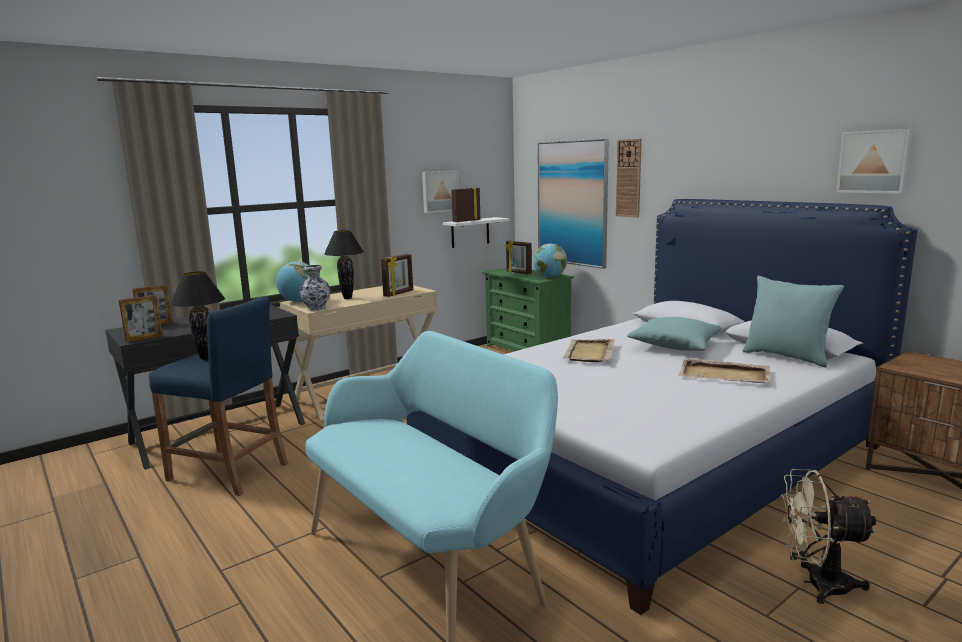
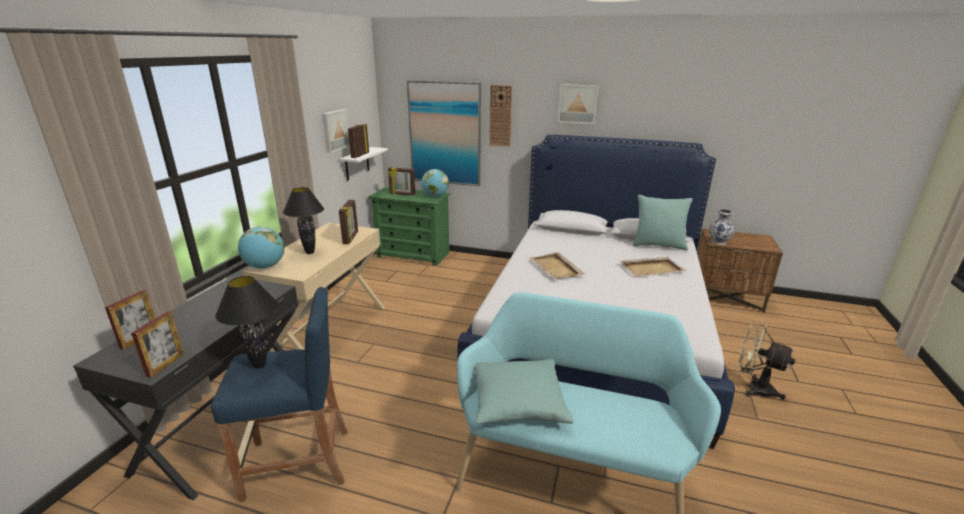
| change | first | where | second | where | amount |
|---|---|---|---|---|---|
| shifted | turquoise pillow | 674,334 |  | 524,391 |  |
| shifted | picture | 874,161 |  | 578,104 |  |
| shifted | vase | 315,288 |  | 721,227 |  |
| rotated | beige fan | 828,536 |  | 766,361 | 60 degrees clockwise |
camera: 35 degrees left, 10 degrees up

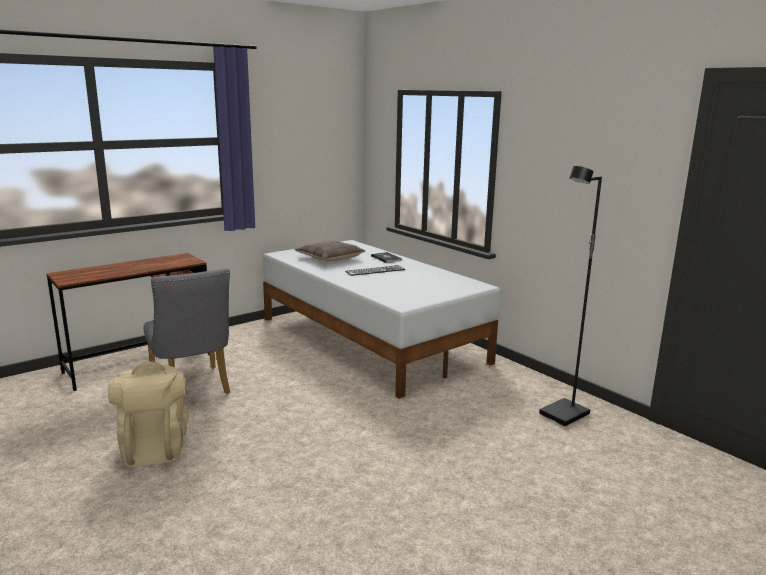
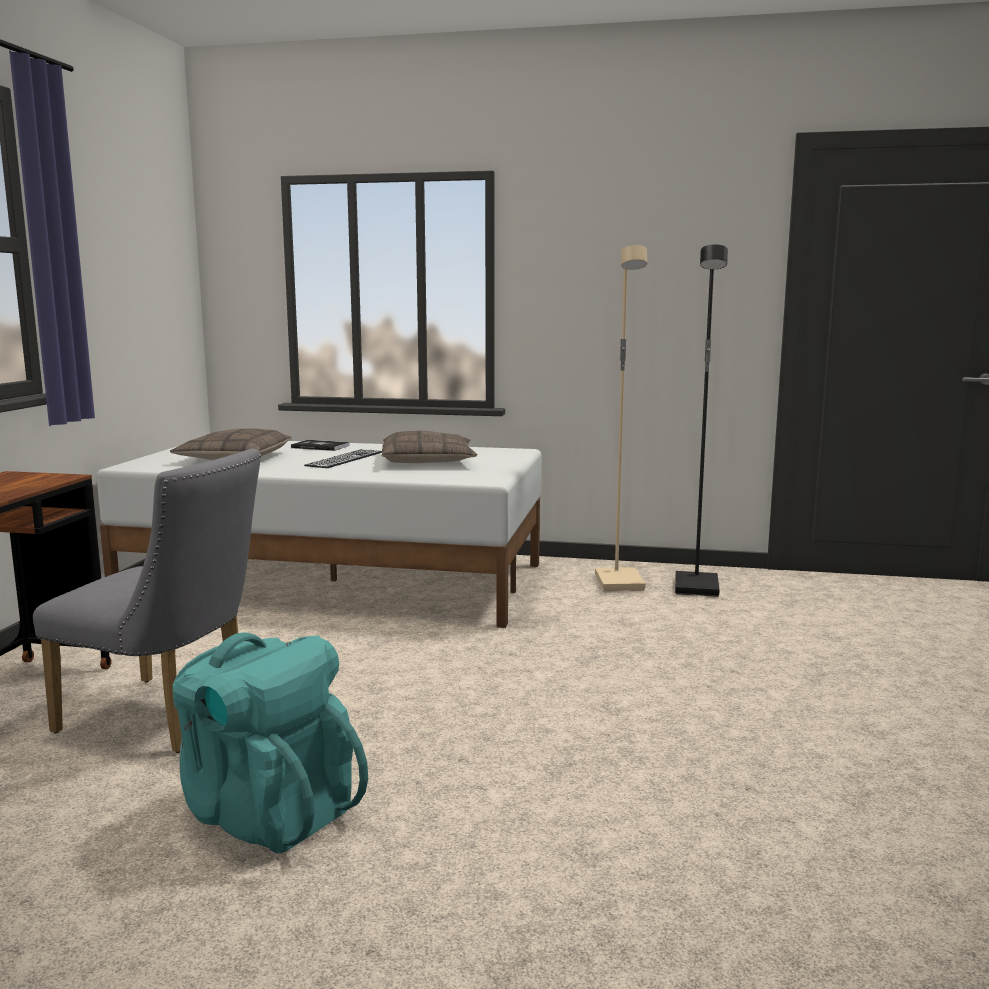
| change | first | where | second | where | amount |
|---|---|---|---|---|---|
| repainted | beige backpack | 148,414 | turquoise backpack | 270,742 |  |
| new |  |  | pillow | 429,447 |  |
| new |  |  | beige floor lamp | 621,418 |  |
camera: 40 degrees left, 5 degrees down

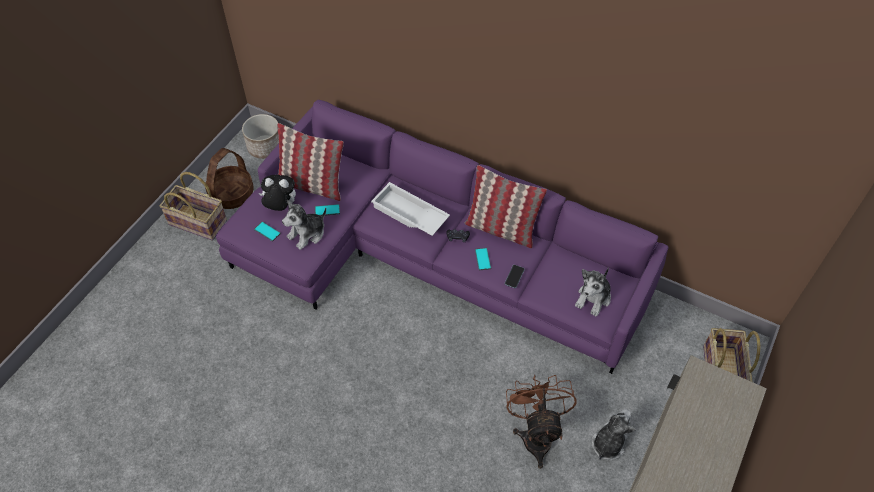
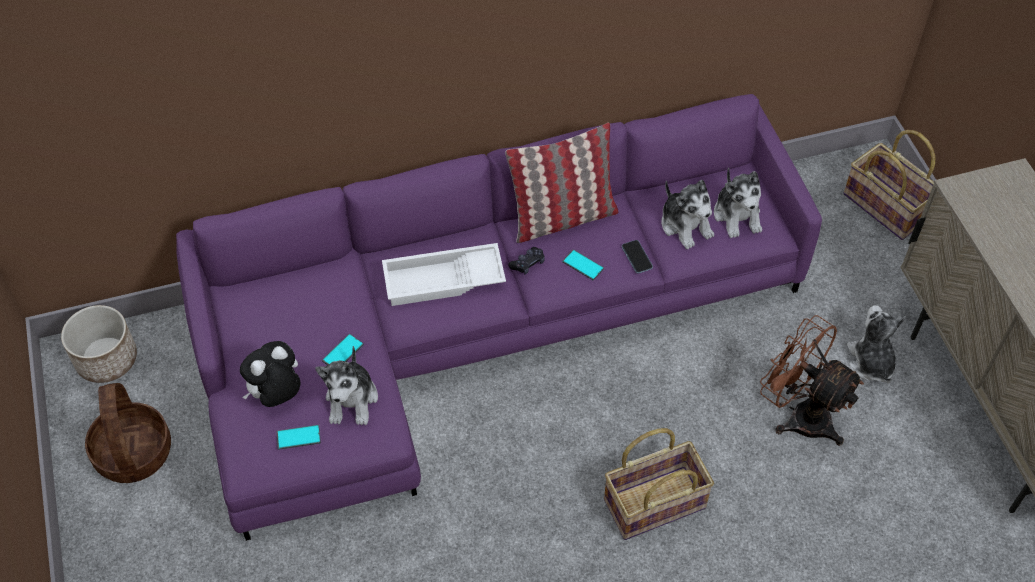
| change | first | where | second | where | amount |
|---|---|---|---|---|---|
| shifted | basket | 193,206 |  | 659,484 |  |
| new |  |  | plush toy | 687,214 |  |
| gone | pillow | 310,162 |  |  |  |
camera: 45 degrees left, 0 degrees up

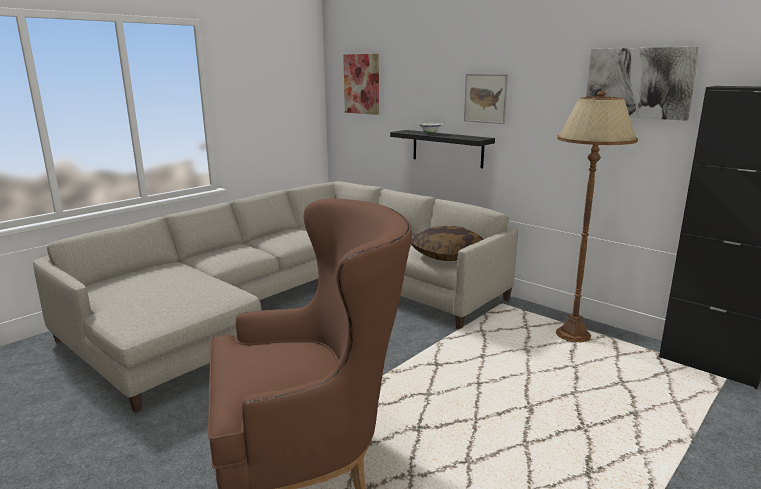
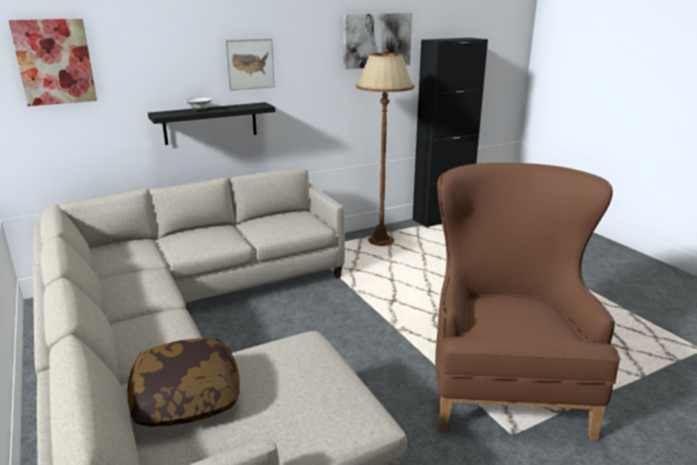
| change | first | where | second | where | amount |
|---|---|---|---|---|---|
| shifted | pillow | 447,243 |  | 183,382 |  |
camera: 70 degrees left, 5 degrees up

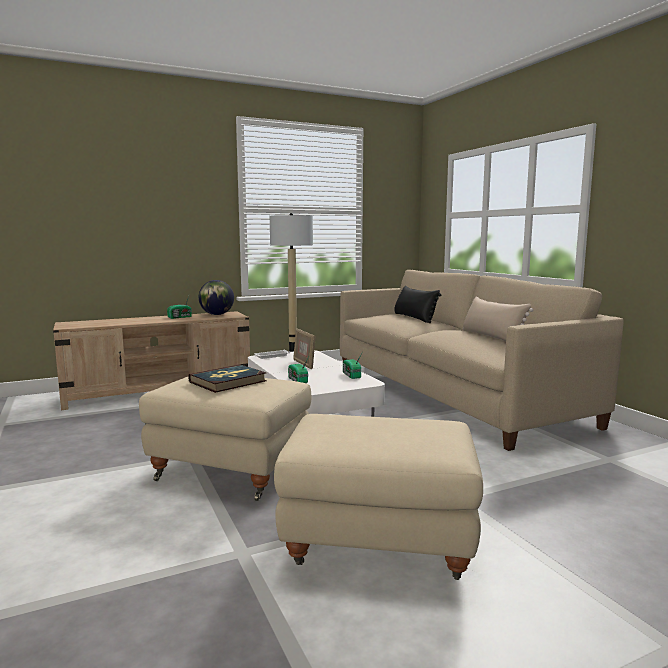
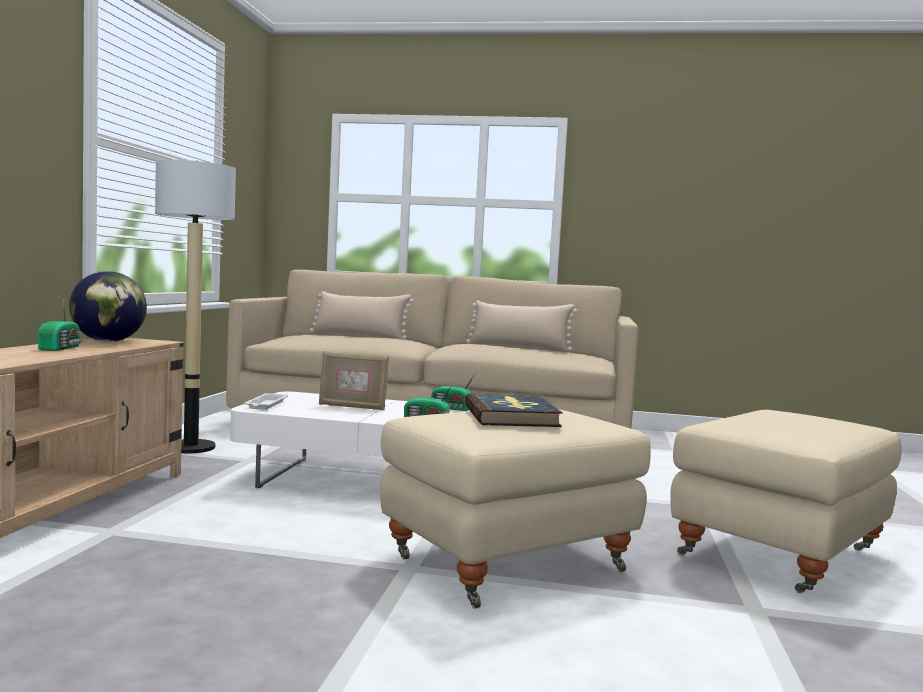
| change | first | where | second | where | amount |
|---|---|---|---|---|---|
| repainted | black pillow | 417,304 | beige pillow | 362,315 |  |
camera: 55 degrees left, 5 degrees down

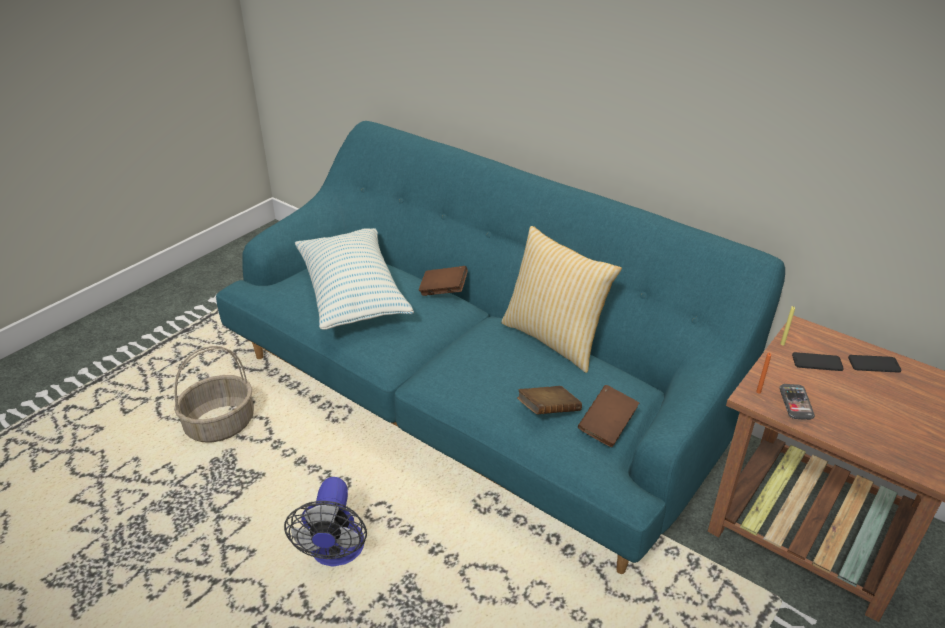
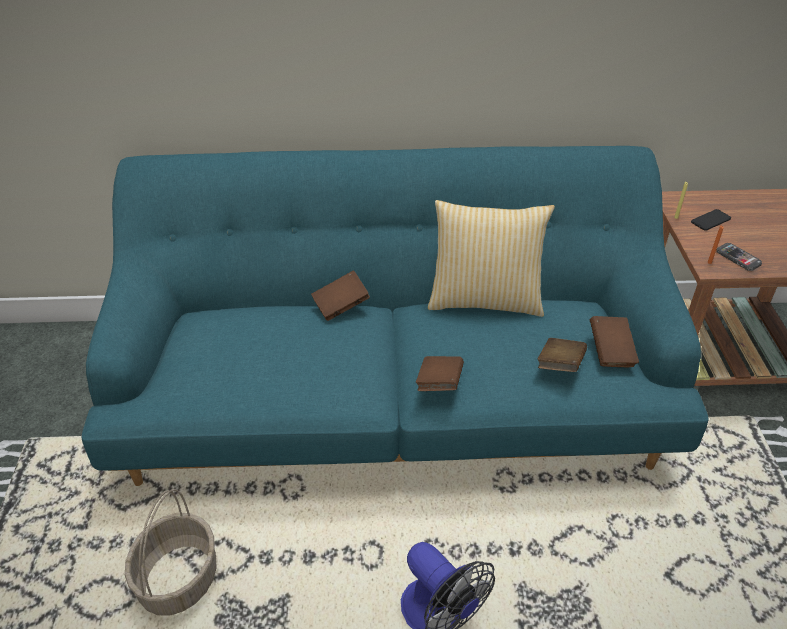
| change | first | where | second | where | amount |
|---|---|---|---|---|---|
| new |  |  | brown book | 440,373 |  |
| gone | pillow | 354,279 |  |  |  |
| gone | phone | 875,364 |  |  |  |
camera: 40 degrees left, 5 degrees up

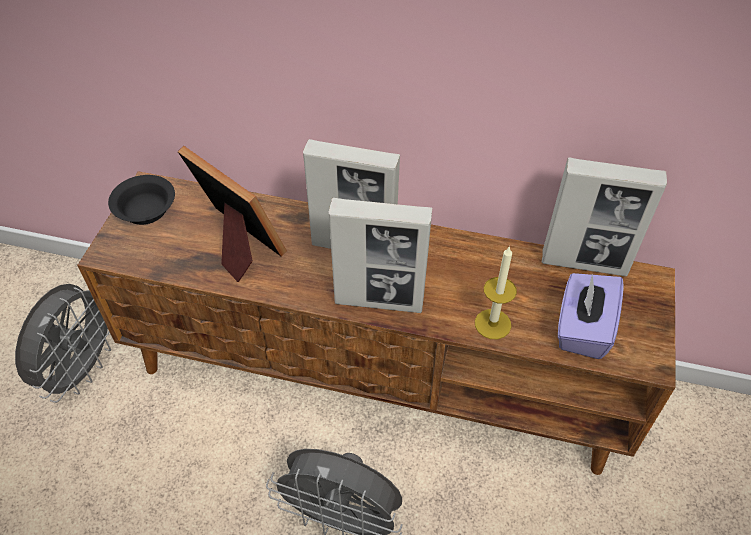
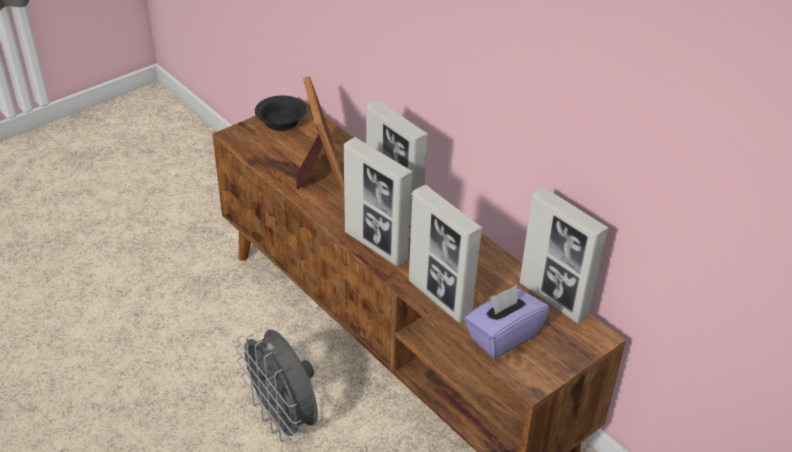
| change | first | where | second | where | amount |
|---|---|---|---|---|---|
| swapped | candle | 496,292 | picture frame | 446,254 |  |
| gone | grey fan | 63,343 |  |  |  |
camera: 35 degrees right, 10 degrees down

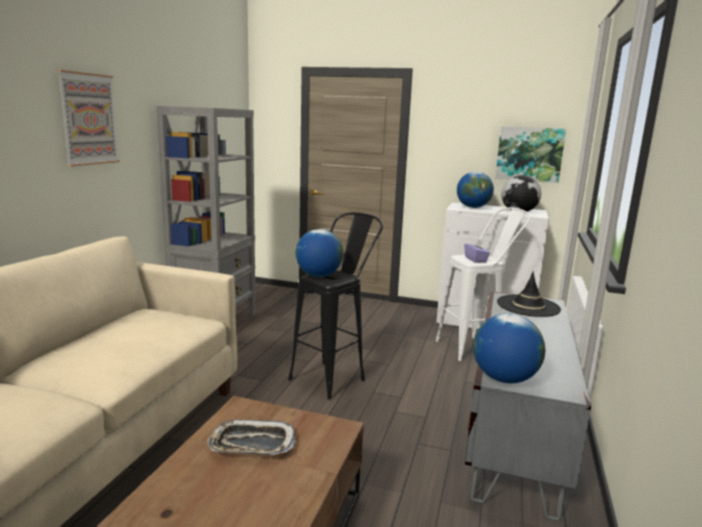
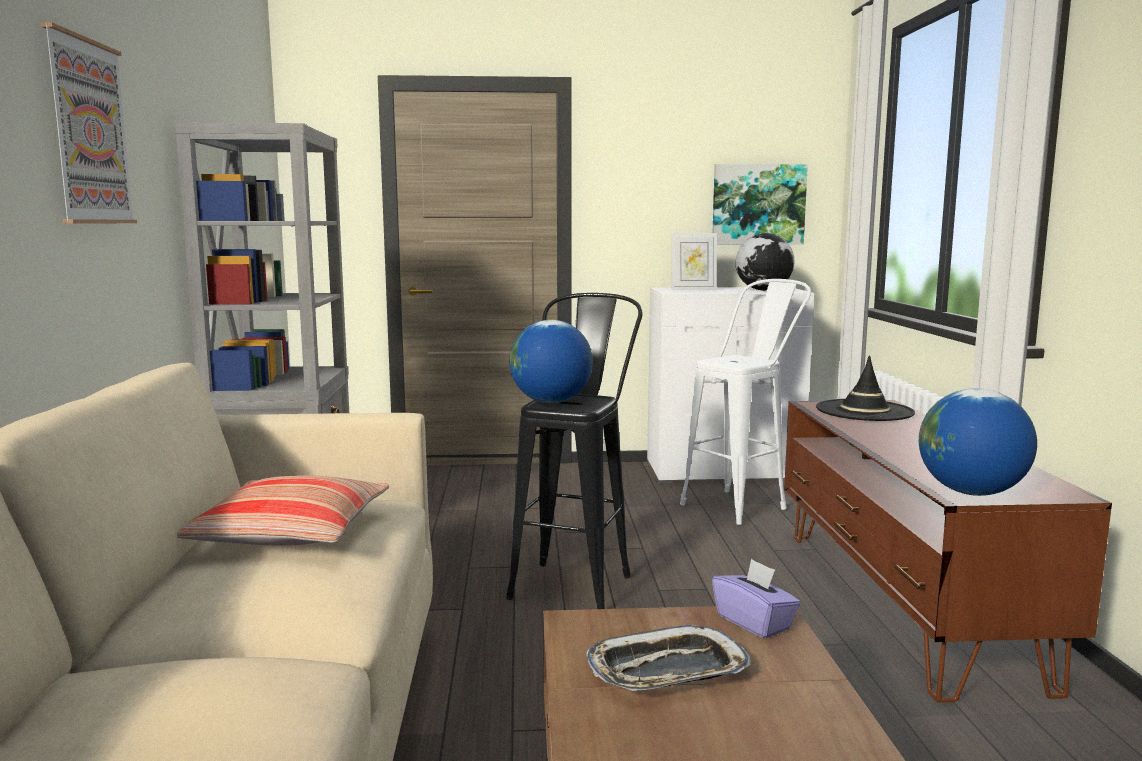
| change | first | where | second | where | amount |
|---|---|---|---|---|---|
| new |  |  | pillow | 283,510 |  |
| swapped | globe | 475,190 | picture frame | 694,261 |  |
| shifted | purple tissue box | 477,251 |  | 756,598 |  |
| repainted | grey tv stand | 528,406 | brown tv stand | 948,551 |  |
camera: 20 degrees left, 5 degrees down

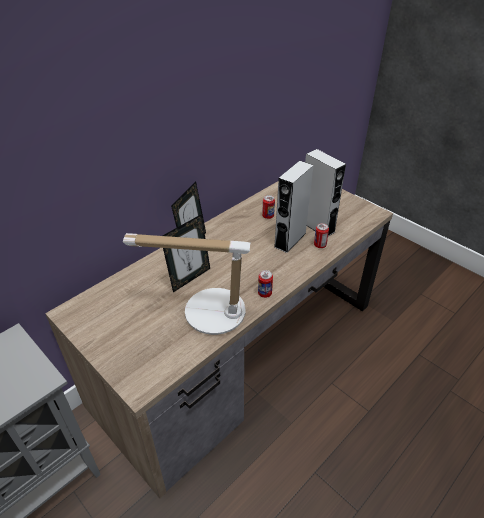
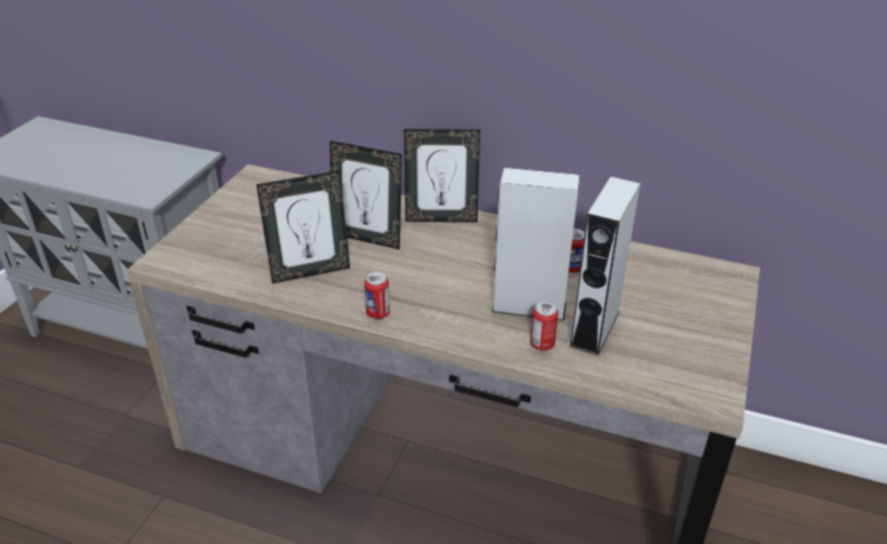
| change | first | where | second | where | amount |
|---|---|---|---|---|---|
| swapped | table lamp | 186,284 | picture frame | 303,227 |  |
camera: 65 degrees right, 5 degrees down

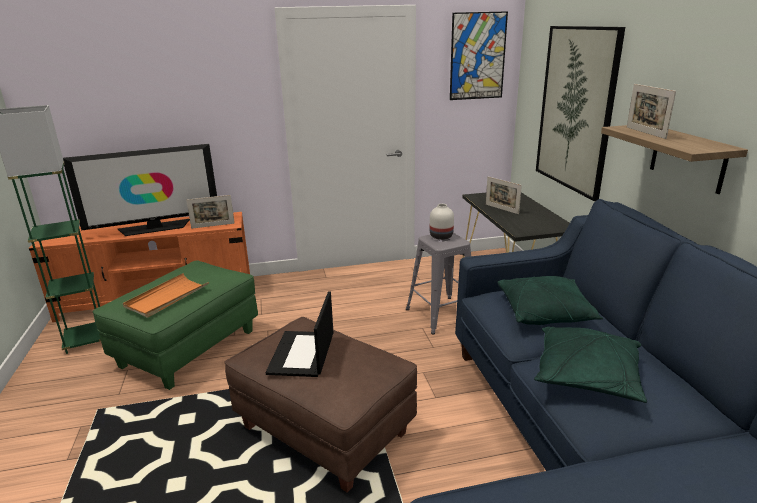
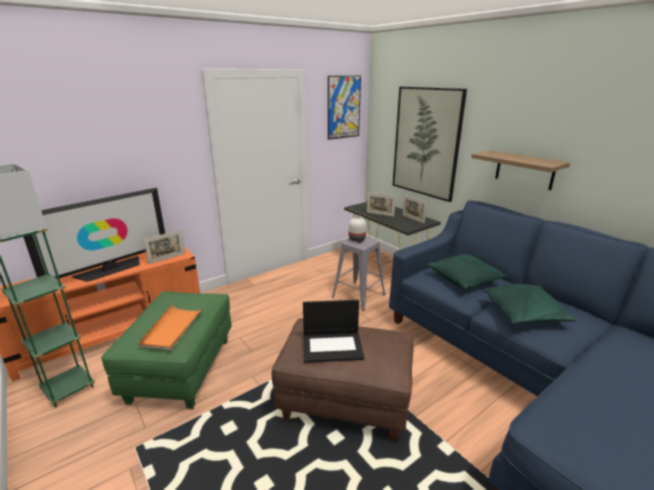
| change | first | where | second | where | amount |
|---|---|---|---|---|---|
| rotated | laptop | 300,334 |  | 333,331 | 75 degrees counterclockwise |
| shifted | picture frame | 651,111 |  | 414,209 |  |
camera: 25 degrees left, 0 degrees up

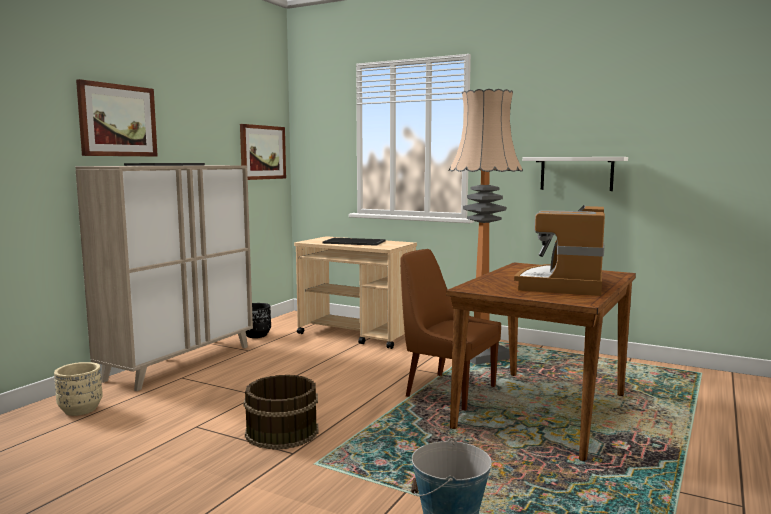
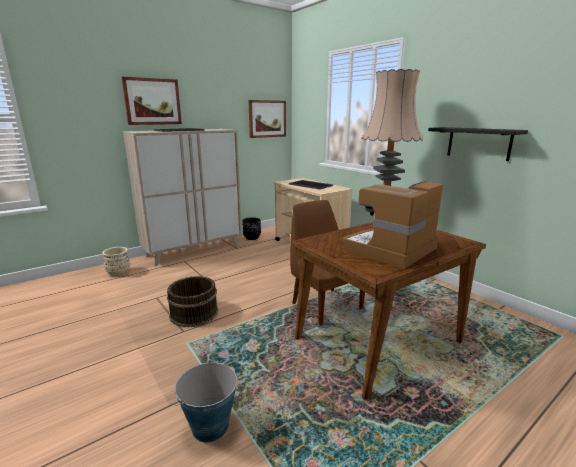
| change | first | where | second | where | amount |
|---|---|---|---|---|---|
| repainted | white shelf | 575,174 | black shelf | 478,144 |  |
camera: 25 degrees right, 10 degrees up

